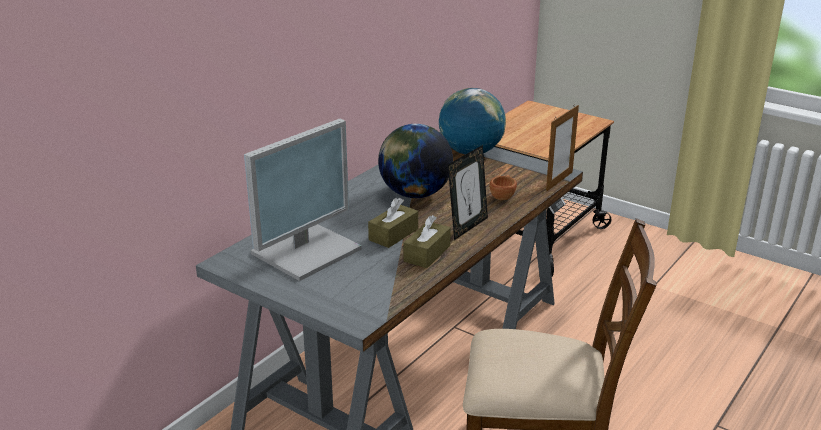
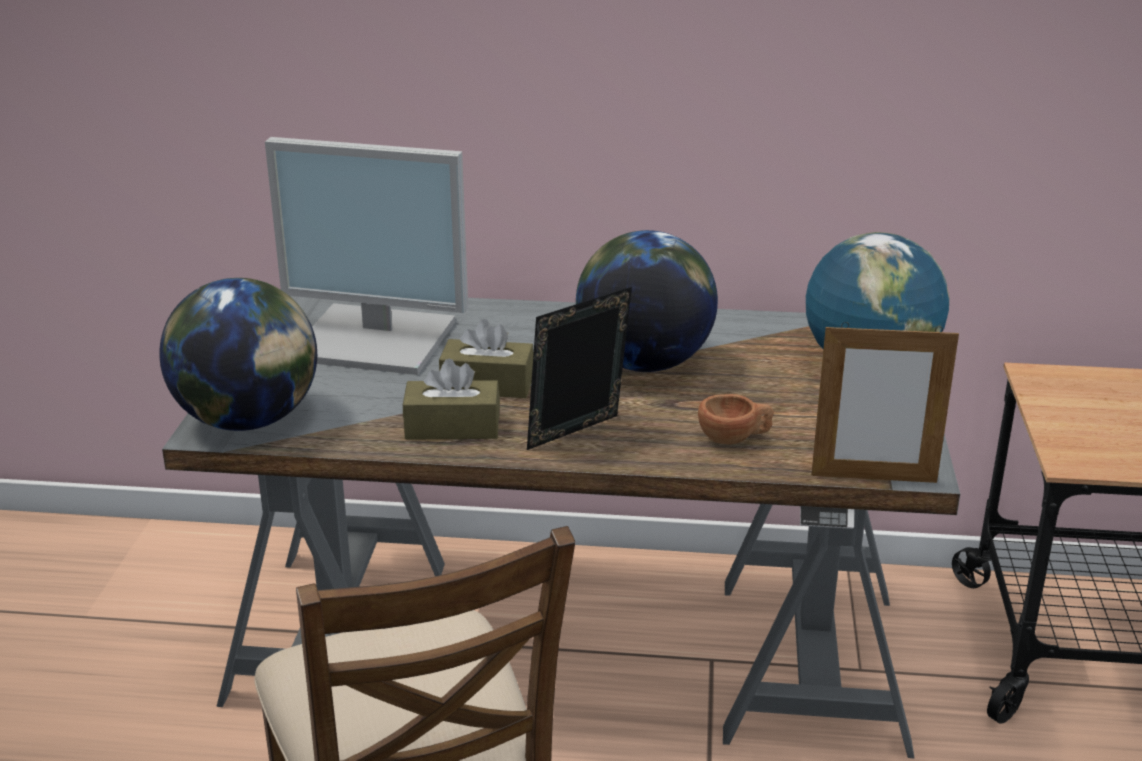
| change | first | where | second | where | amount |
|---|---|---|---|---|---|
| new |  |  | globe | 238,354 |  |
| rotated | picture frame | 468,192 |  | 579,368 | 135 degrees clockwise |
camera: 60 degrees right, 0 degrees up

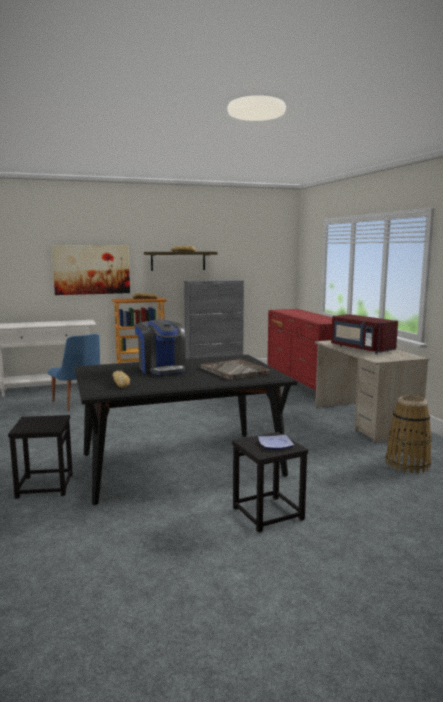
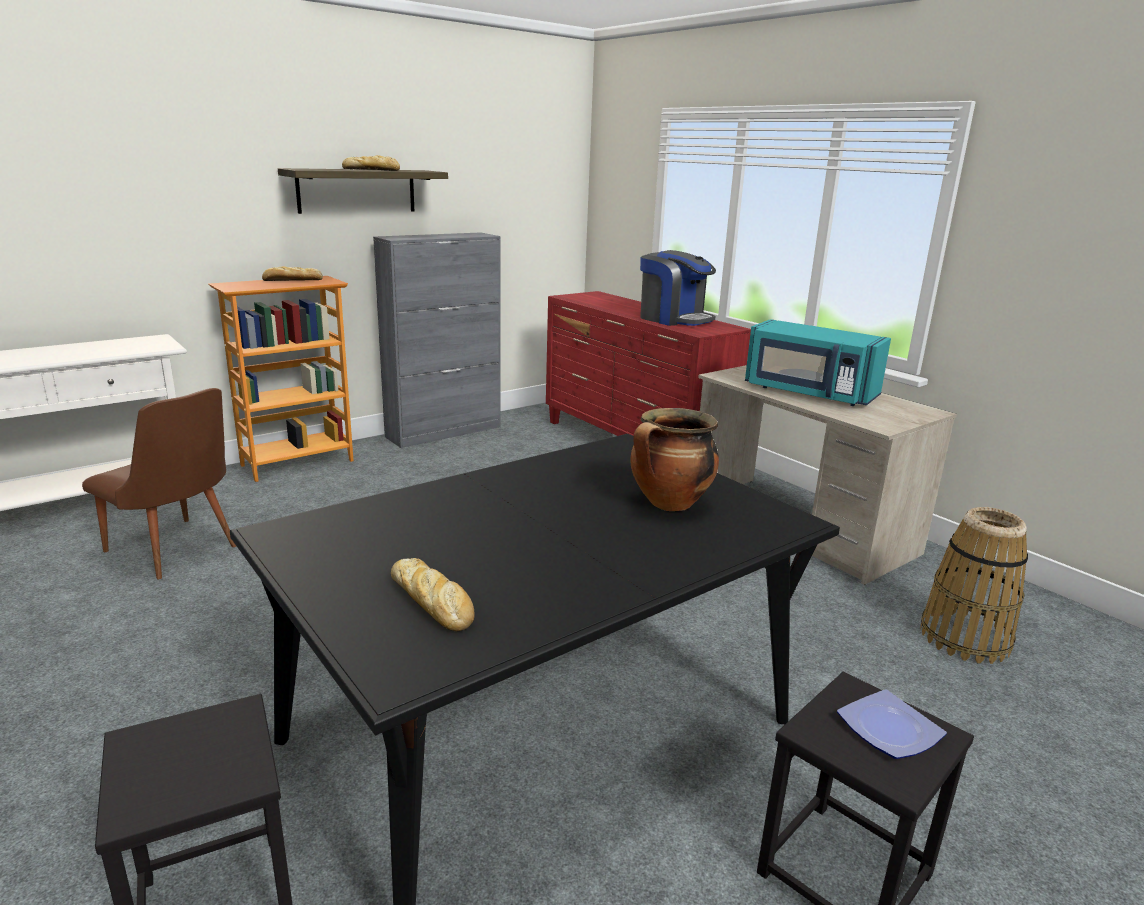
| change | first | where | second | where | amount |
|---|---|---|---|---|---|
| repainted | blue chair | 74,372 | brown chair | 159,483 |  |
| swapped | grey tray | 235,369 | cooking pot | 675,459 |  |
| shifted | coffee machine | 160,347 |  | 678,288 |  |
| repainted | red microwave | 364,334 | turquoise microwave | 818,362 |  |
| gone | picture | 91,270 |  |  |  |
camera: 20 degrees left, 10 degrees up

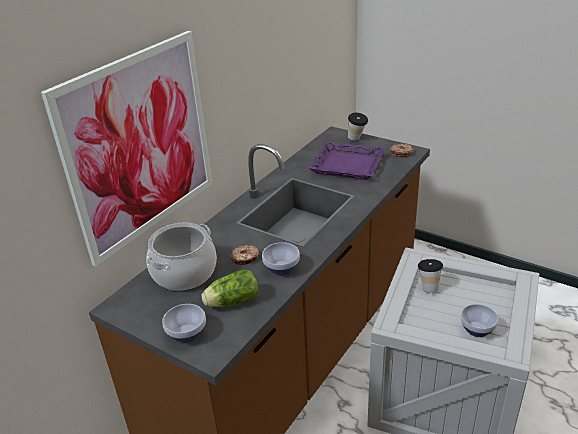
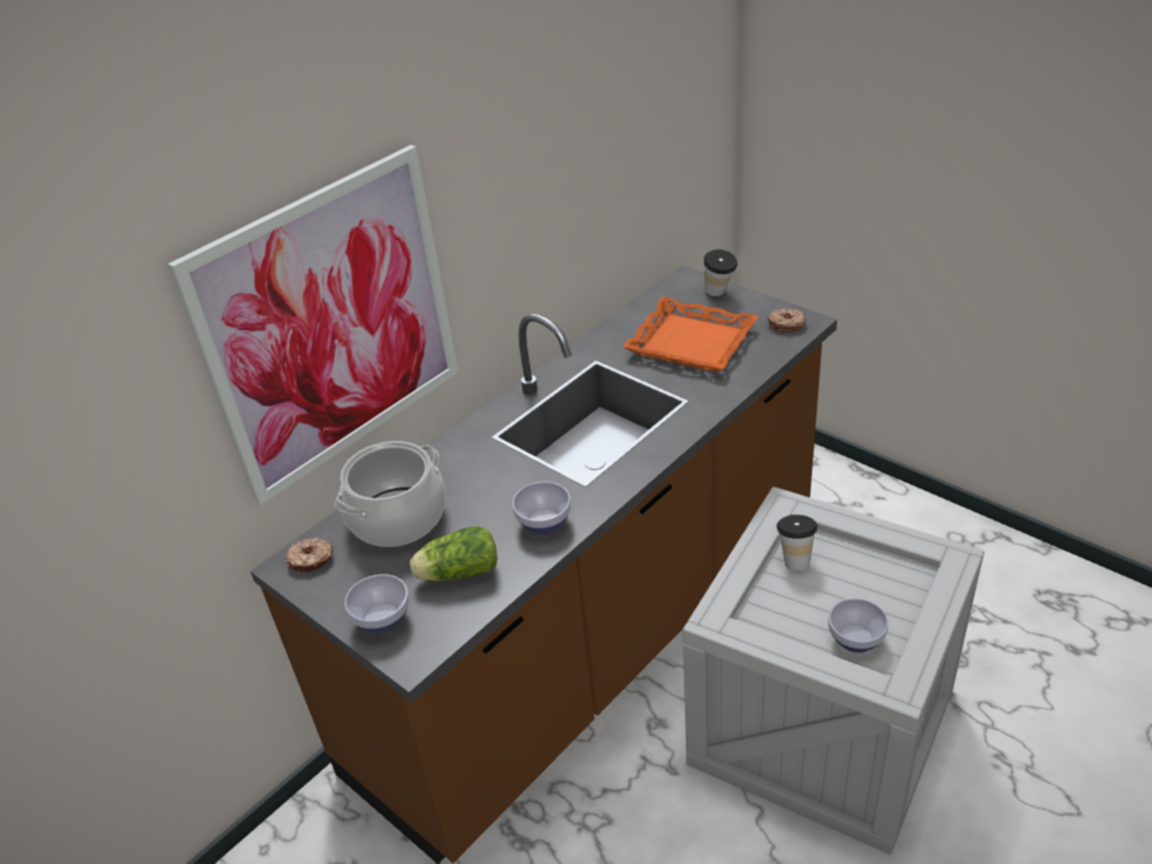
| change | first | where | second | where | amount |
|---|---|---|---|---|---|
| shifted | donut | 245,255 |  | 309,555 |  |
| repainted | purple tray | 347,160 | orange tray | 690,334 |  |
camera: 10 degrees right, 5 degrees up

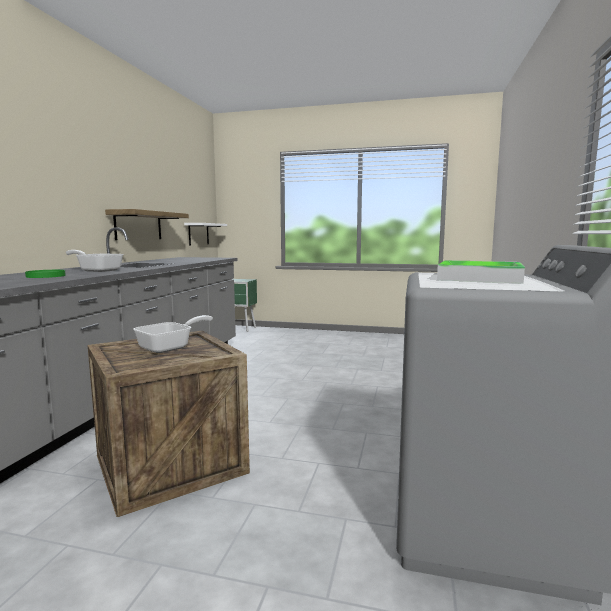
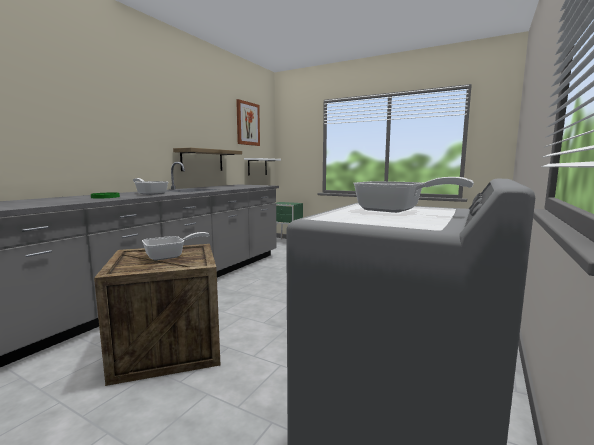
| change | first | where | second | where | amount |
|---|---|---|---|---|---|
| new |  |  | picture | 248,122 |  |
| swapped | tray | 481,272 | frying pan | 413,195 |  |
camera: 15 degrees right, 0 degrees up

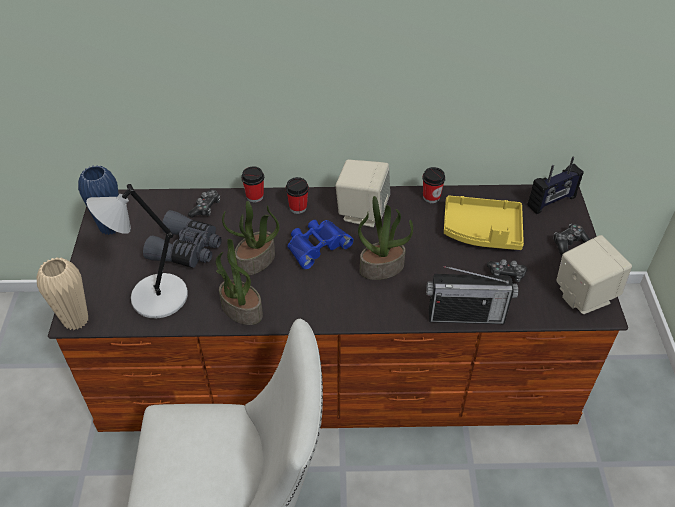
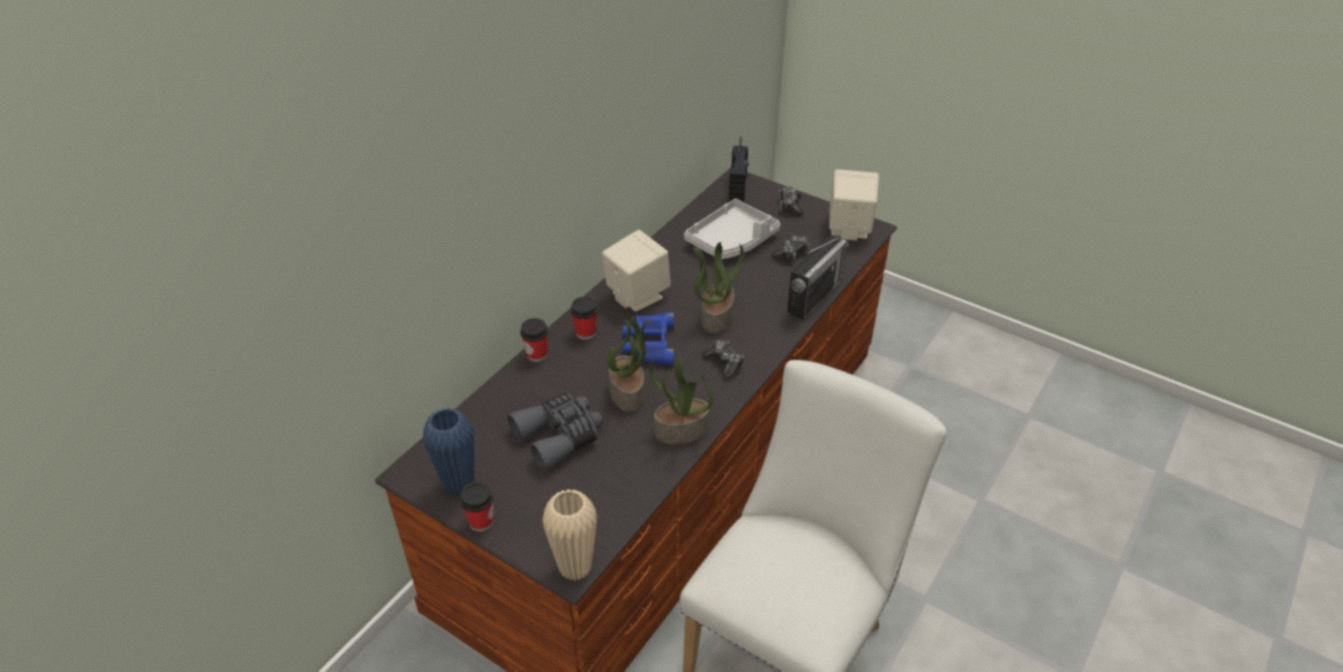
| change | first | where | second | where | amount |
|---|---|---|---|---|---|
| shifted | cup | 433,185 |  | 477,507 |  |
| repainted | yellow tray | 484,222 | grey tray | 732,229 |  |
| shifted | game controller | 204,204 |  | 723,359 |  |
| gone | grey table lamp | 137,251 |  |  |  |
camera: 55 degrees left, 5 degrees down

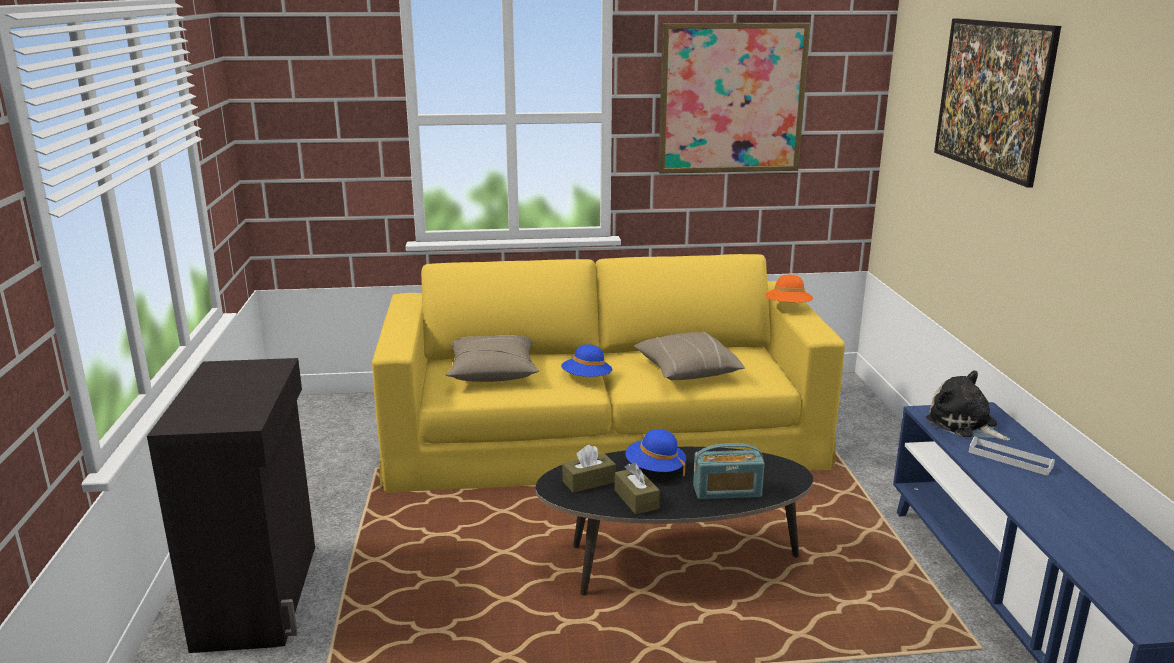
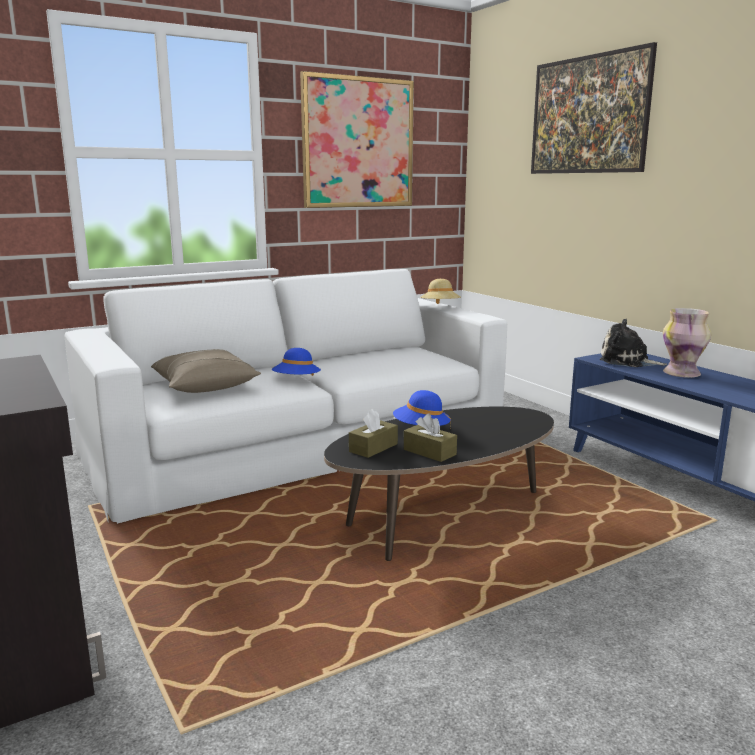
| change | first | where | second | where | amount |
|---|---|---|---|---|---|
| repainted | yellow sofa | 608,373 | white sofa | 286,396 |  |
| repainted | orange hat | 789,289 | beige hat | 441,291 |  |
| swapped | white tray | 1012,456 | vase | 687,343 |  |
| gone | beige pillow | 689,356 |  |  |  |
| gone | radio | 729,471 |  |  |  |
camera: 25 degrees left, 5 degrees down

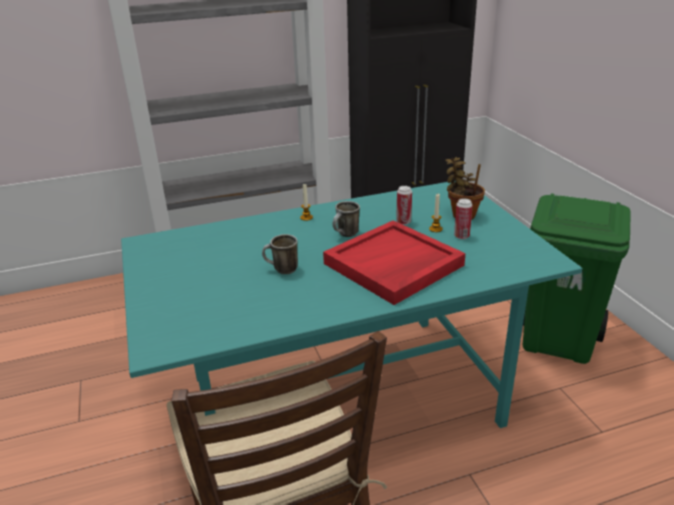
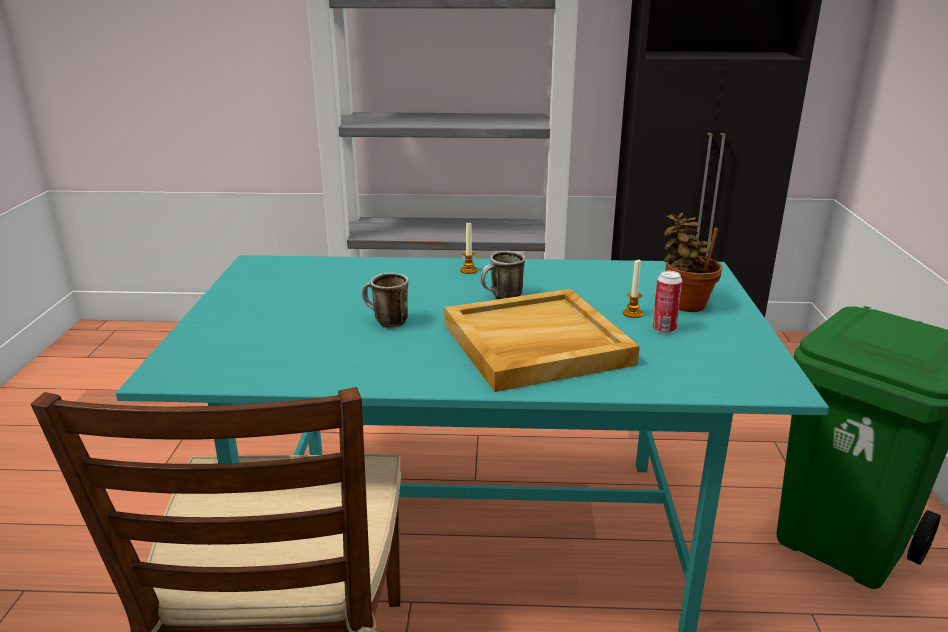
| change | first | where | second | where | amount |
|---|---|---|---|---|---|
| repainted | red tray | 394,262 | beige tray | 542,340 |  |
| gone | can | 404,205 |  |  |  |
camera: 20 degrees right, 5 degrees down

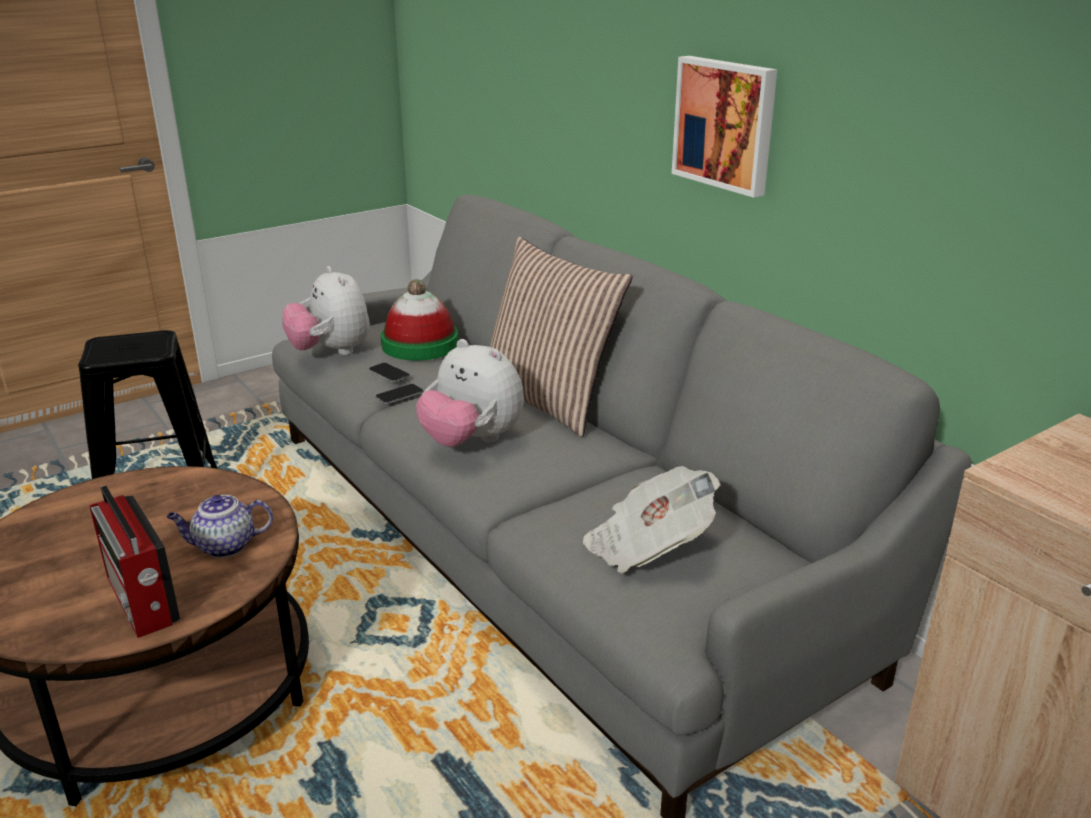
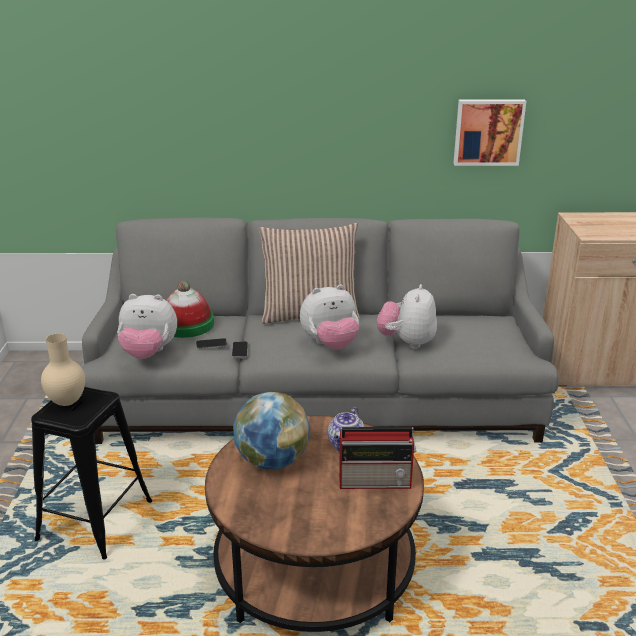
| change | first | where | second | where | amount |
|---|---|---|---|---|---|
| new |  |  | beige vase | 63,369 |  |
| new |  |  | globe | 271,431 |  |
| new |  |  | plush toy | 407,316 |  |
| shifted | picture | 724,127 |  | 489,132 |  |
| gone | newspaper | 651,519 |  |  |  |
camera: 55 degrees left, 0 degrees up

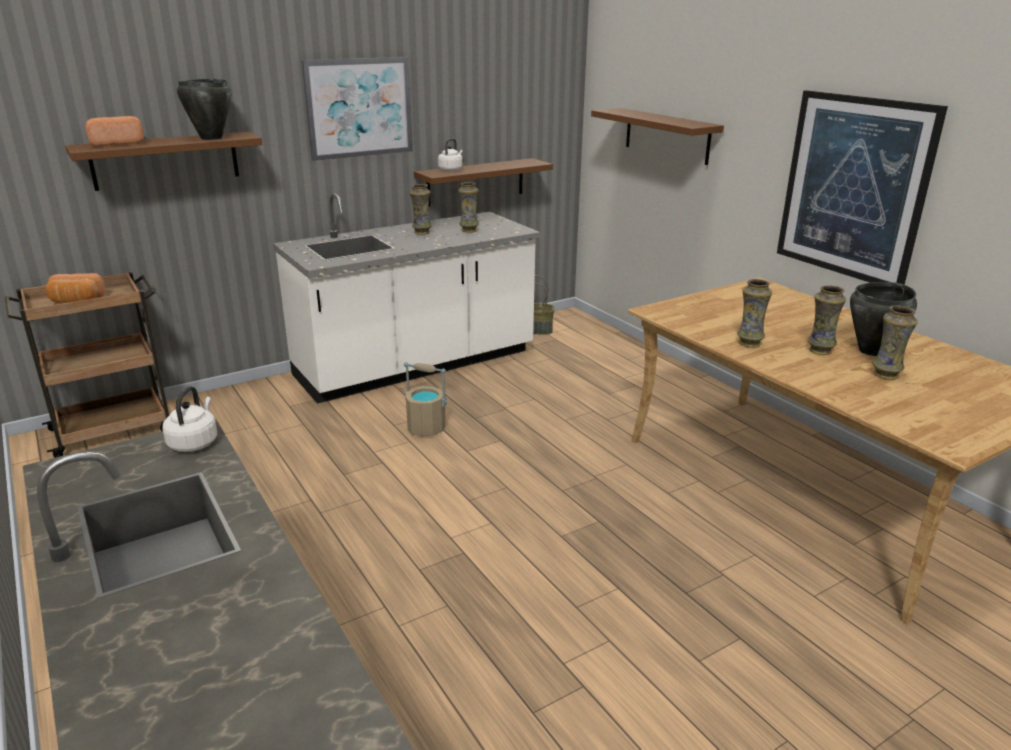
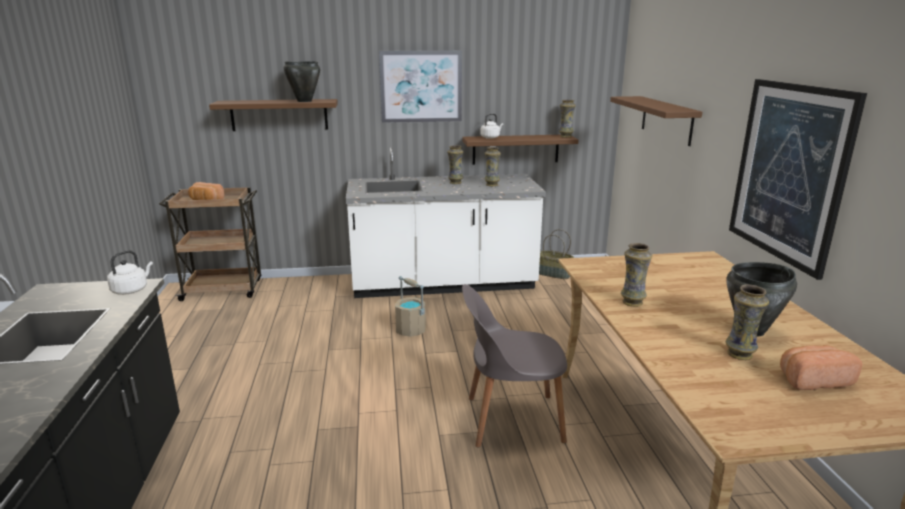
| change | first | where | second | where | amount |
|---|---|---|---|---|---|
| new |  |  | grey chair | 514,365 |  |
| shifted | vase | 827,320 |  | 567,118 |  |
| shifted | bread | 114,131 |  | 821,367 |  |
camera: 25 degrees right, 5 degrees down

